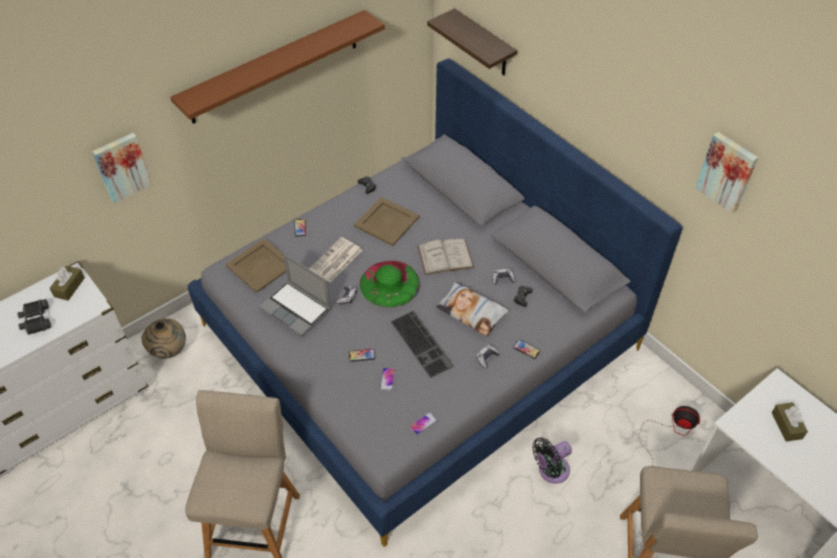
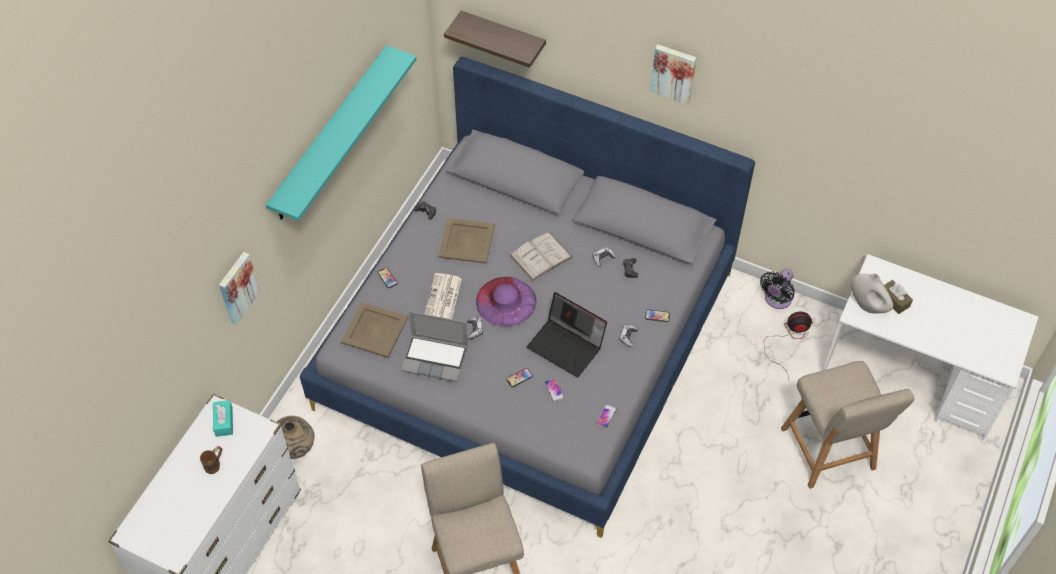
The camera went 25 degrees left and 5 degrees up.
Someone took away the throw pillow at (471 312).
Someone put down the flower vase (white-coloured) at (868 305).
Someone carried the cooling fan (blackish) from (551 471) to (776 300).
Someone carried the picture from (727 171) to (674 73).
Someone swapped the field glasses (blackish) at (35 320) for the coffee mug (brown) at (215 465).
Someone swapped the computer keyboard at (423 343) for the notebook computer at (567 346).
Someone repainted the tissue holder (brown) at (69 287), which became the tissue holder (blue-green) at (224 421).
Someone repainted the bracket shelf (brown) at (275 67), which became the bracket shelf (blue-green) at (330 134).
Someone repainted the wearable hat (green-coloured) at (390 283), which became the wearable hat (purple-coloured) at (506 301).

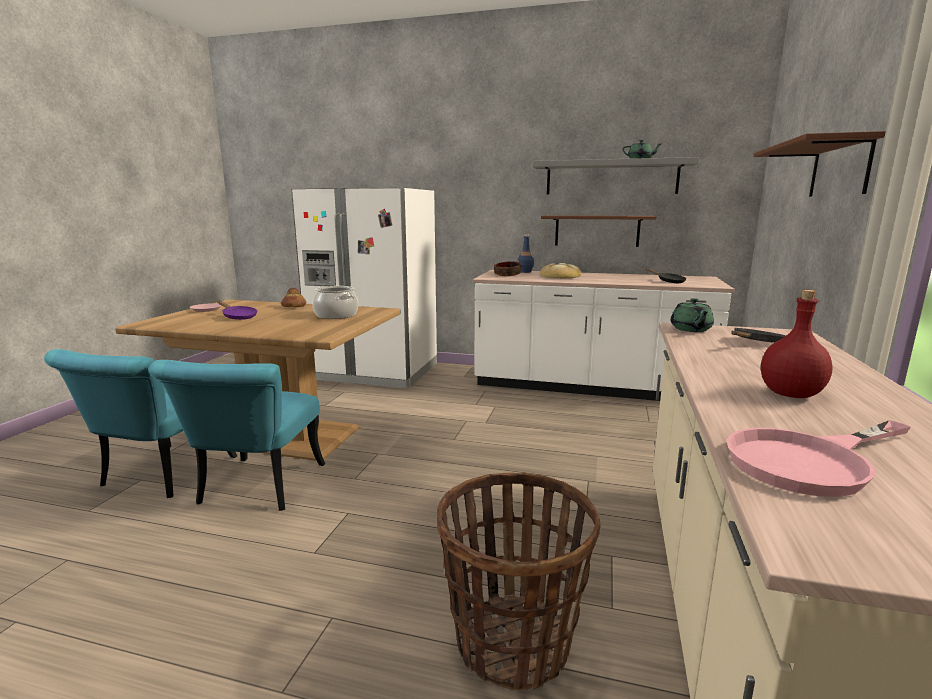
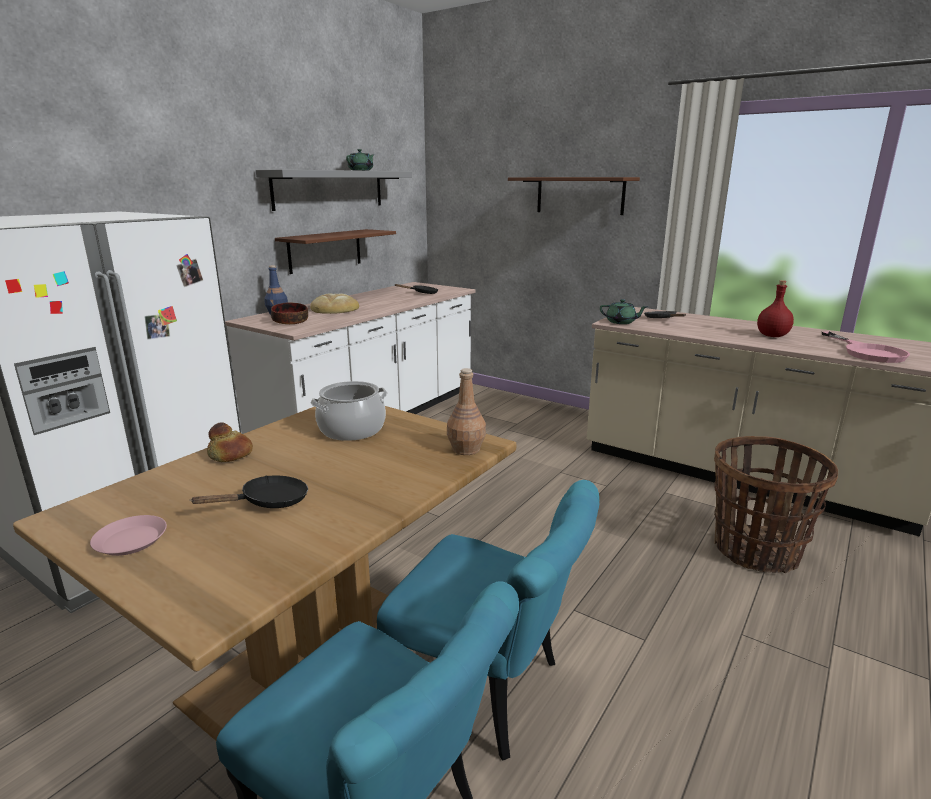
The camera went 70 degrees left and 5 degrees up.
Someone put down the drink bottle (brown) at (466 449).
Someone repainted the skillet (purple-coloured) at (238 317), which became the skillet (blackish) at (268 502).

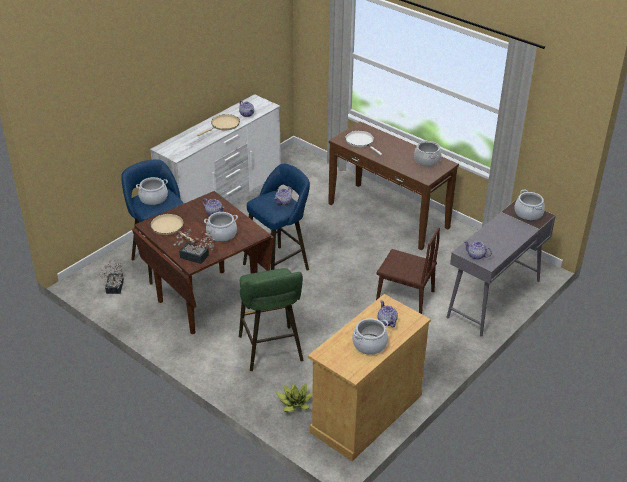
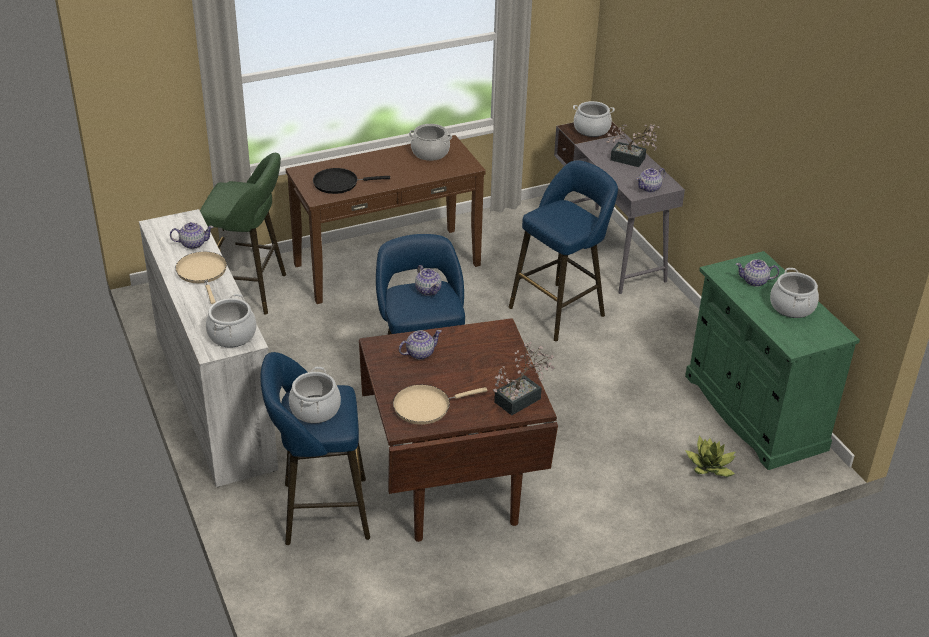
The camera went 65 degrees left and 0 degrees up.
Someone carried the plant in a pot from (114 288) to (631 160).
Someone carried the stockpot from (222 234) to (232 335).
Someone carried the stool seat (green-coloured) from (271 351) to (250 291).
Someone swapped the upright chair (brown) at (405 296) for the stool seat (blue-coloured) at (560 309).
Someone repainted the storage cabinet (sand-coloured) at (366 413), which became the storage cabinet (green-coloured) at (754 412).
Someone repainted the skillet (white-coloured) at (361 142), which became the skillet (blackish) at (339 183).

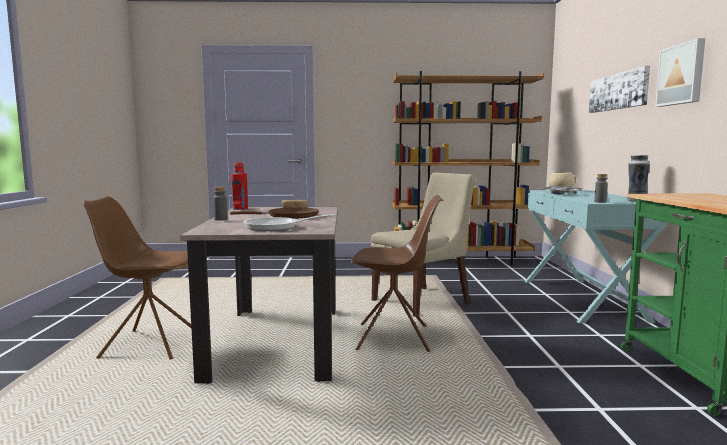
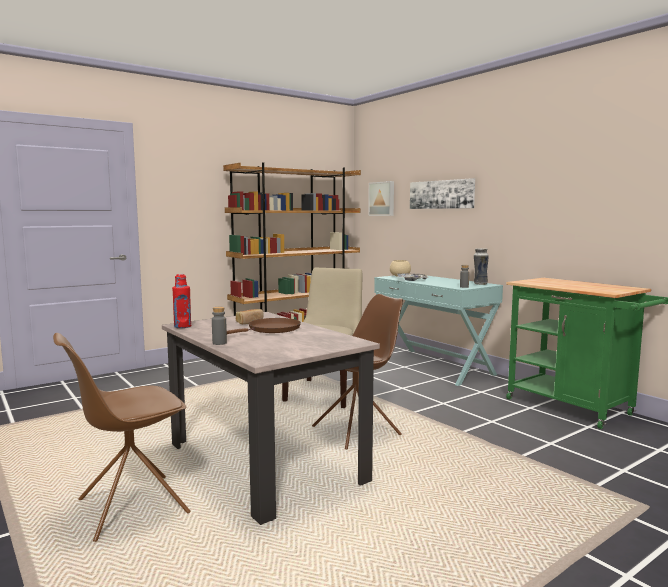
The camera went 35 degrees left and 0 degrees up.
Someone took away the skillet at (277 227).
Someone carried the picture from (682 74) to (382 199).

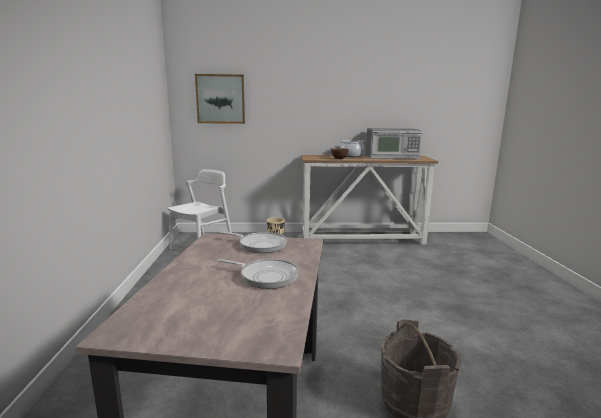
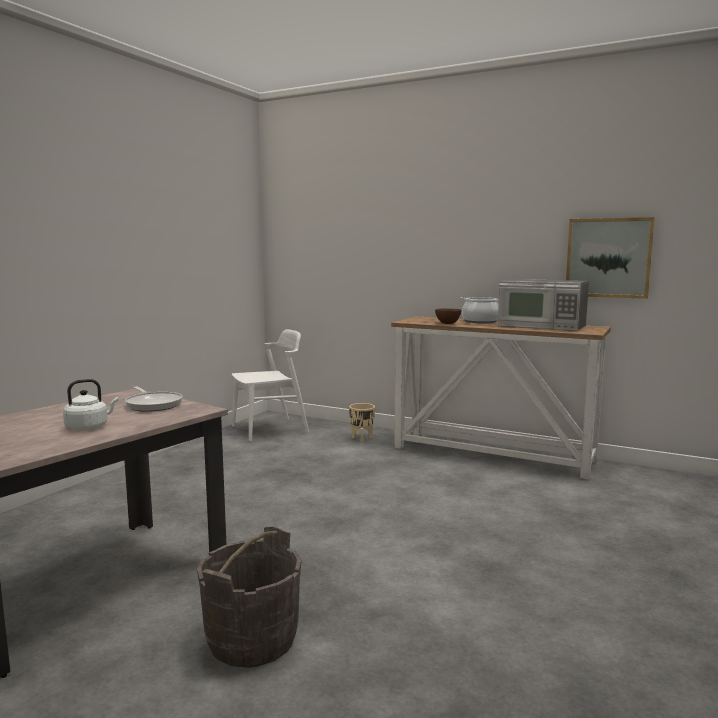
The camera went 30 degrees right and 5 degrees down.
Someone carried the picture from (220 99) to (608 258).
Someone swapped the skillet at (266 276) for the tea kettle (white-coloured) at (89 427).

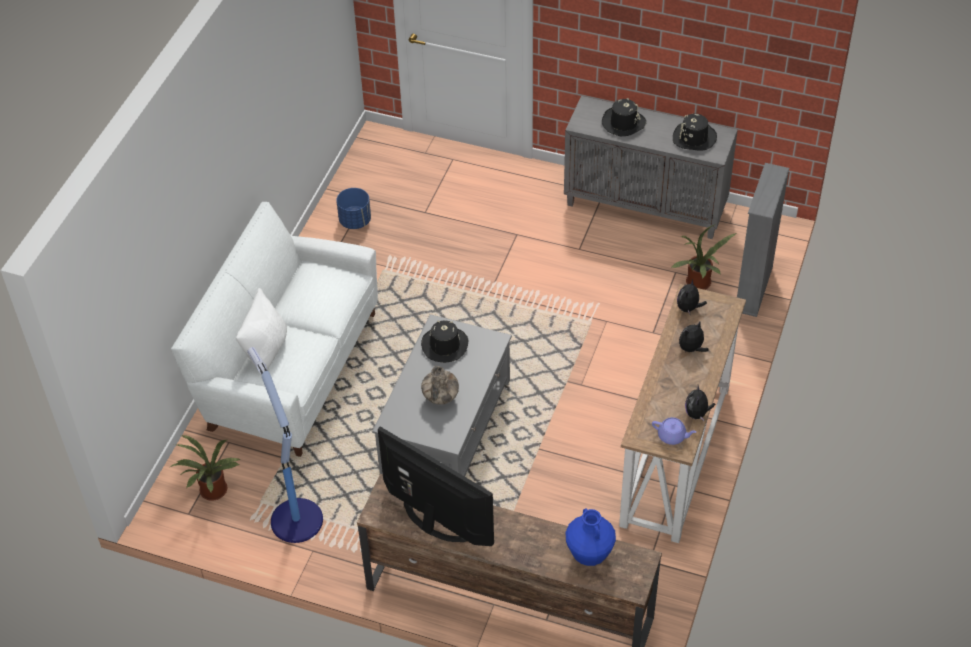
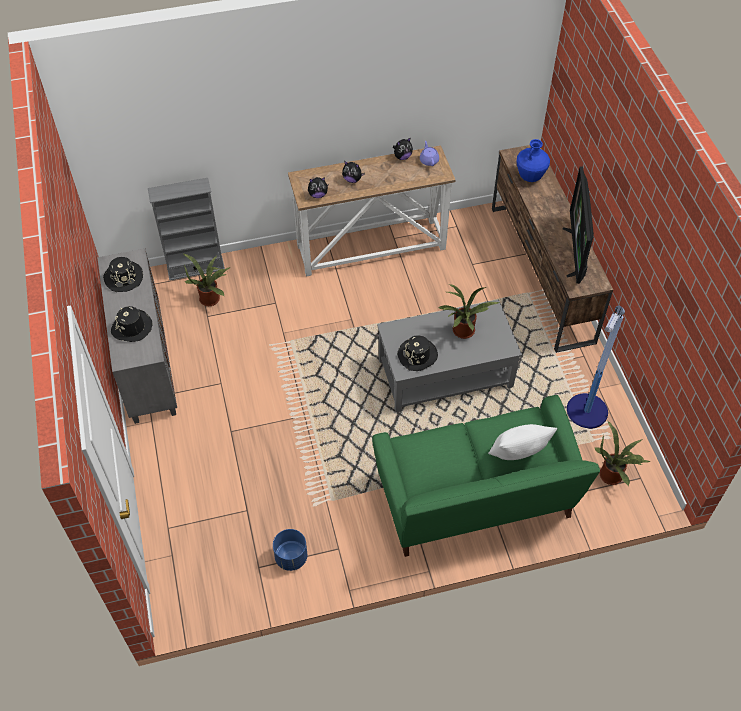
The camera went 125 degrees left and 5 degrees up.
Someone swapped the flower vase at (440 397) for the plant in a pot at (463 333).
Someone repainted the sofa (white-coloured) at (290 369), which became the sofa (green-coloured) at (475 499).

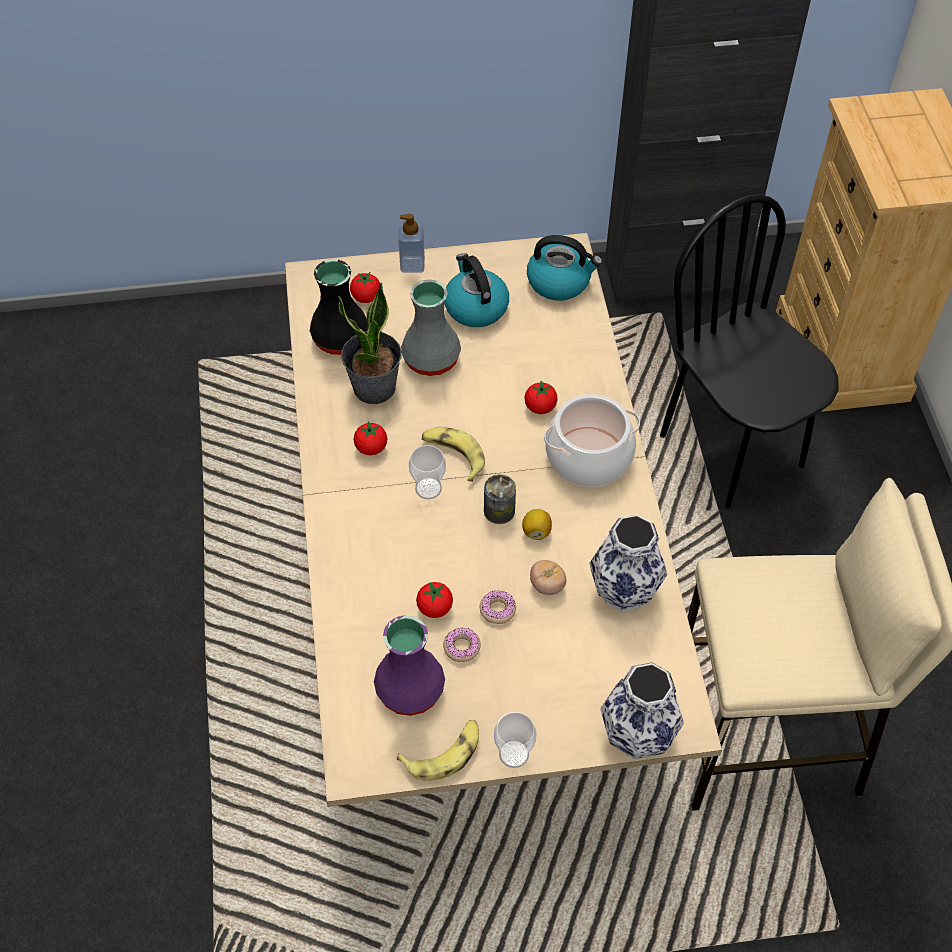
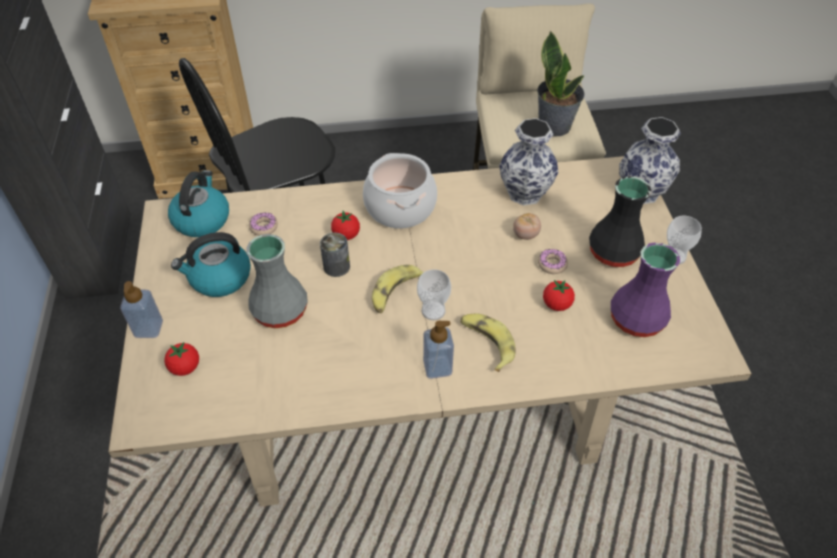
The camera went 90 degrees left and 5 degrees down.
Someone took away the whole tomato at (371 448).
Someone took away the citrus fruit at (536 531).
Someone put down the liquid soap bottle at (437 367).
Someone carried the flower vase (blackish) from (341 340) to (614 252).
Someone carried the plant in a pot from (375 388) to (554 126).
Someone carried the whole banana from (444 753) to (487 343).
Someone carried the doughnut from (462 647) to (264 227).
Someone carried the metal can from (499 511) to (336 266).

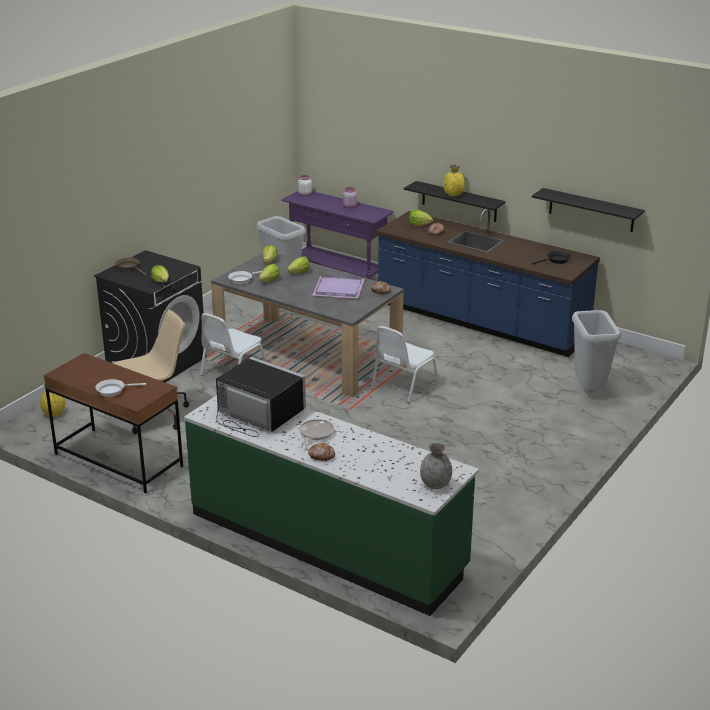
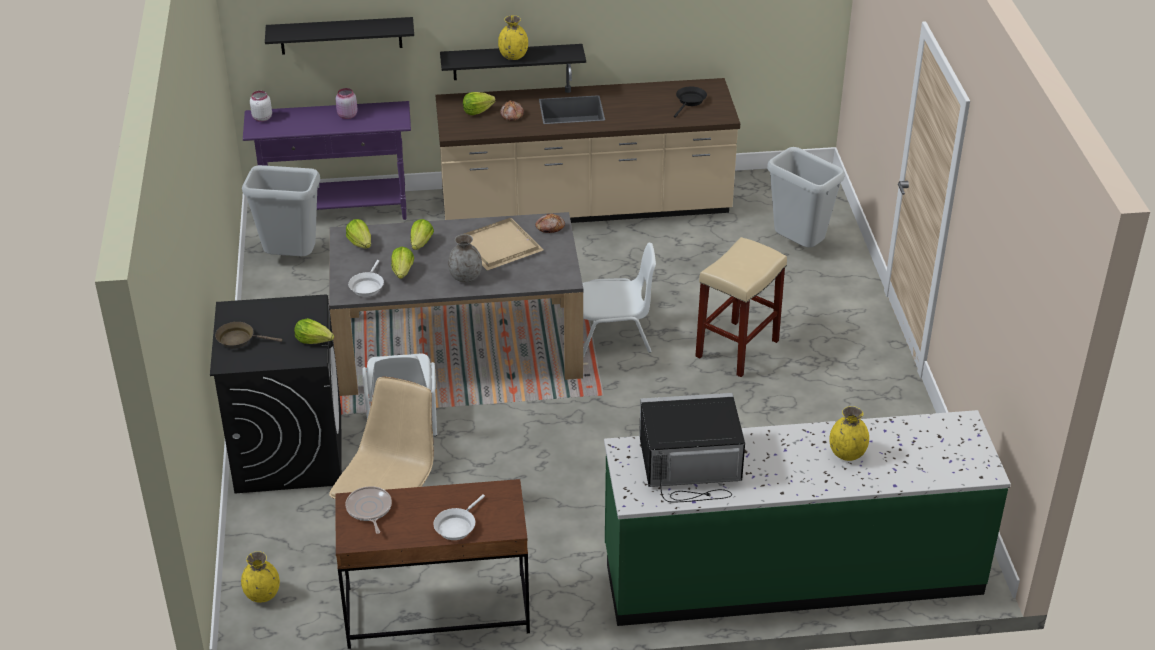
The camera went 40 degrees left and 10 degrees up.
Someone took away the bread at (321 455).
Someone put down the stool seat (sand-coloured) at (737 349).
Someone put down the flower vase (yellow) at (847 453).
Someone carried the skillet from (315 434) to (369 509).
Someone carried the flower vase (grey) from (435 484) to (465 277).
Someone carried the bracket shelf (blackish) from (591 210) to (341 35).
Someone repainted the serving tray (purple-coloured) at (339 289), which became the serving tray (sand-coloured) at (501 246).
Someone repainted the counter (blue-coloured) at (480 321), which became the counter (sand-coloured) at (585 207).
Someone rotated the upright chair (white-coloured) at (403 386) by 90 degrees counterclockwise.

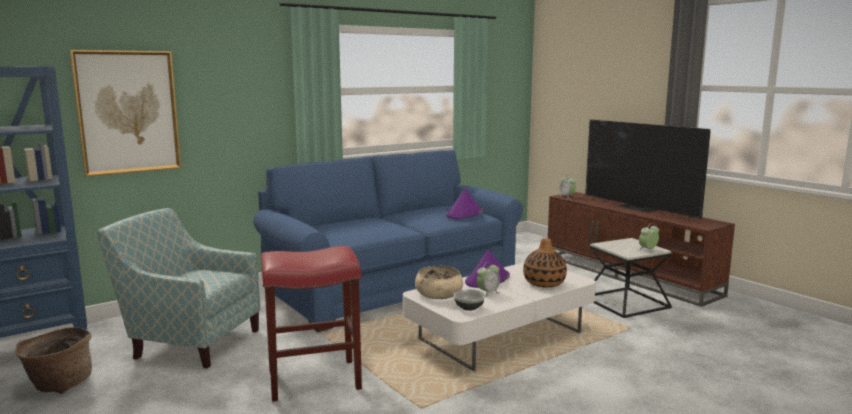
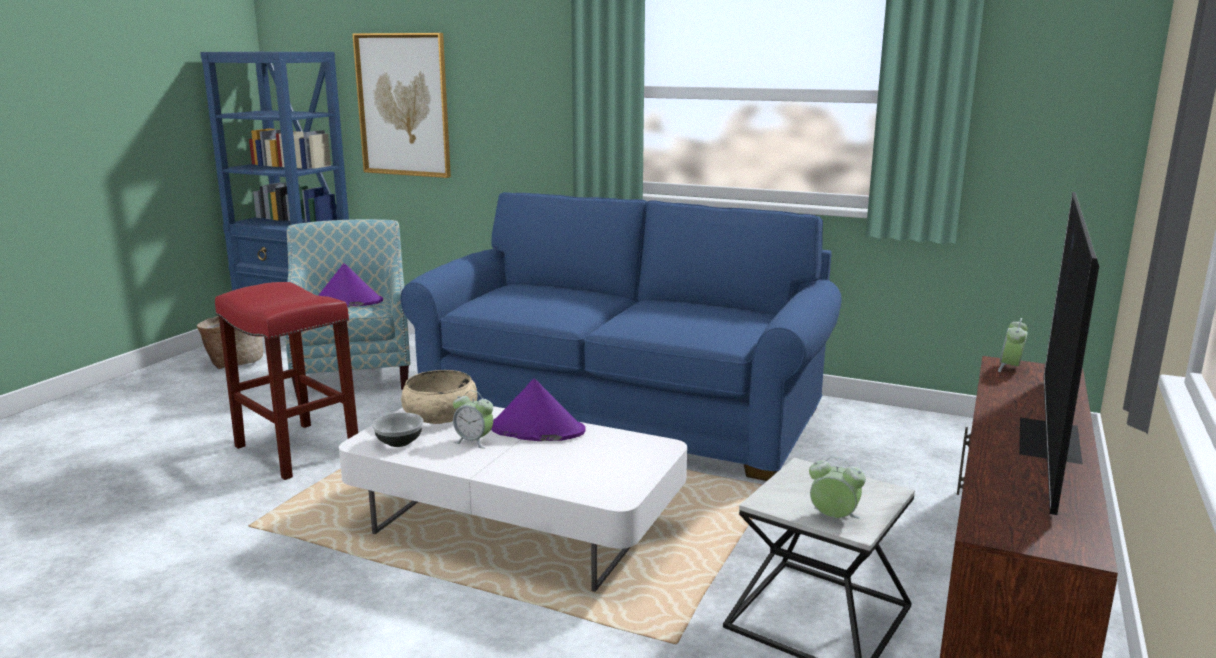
The camera went 60 degrees right and 5 degrees up.
Someone took away the flower vase at (544 283).
Someone carried the wearable hat (purple-coloured) from (464 214) to (348 301).

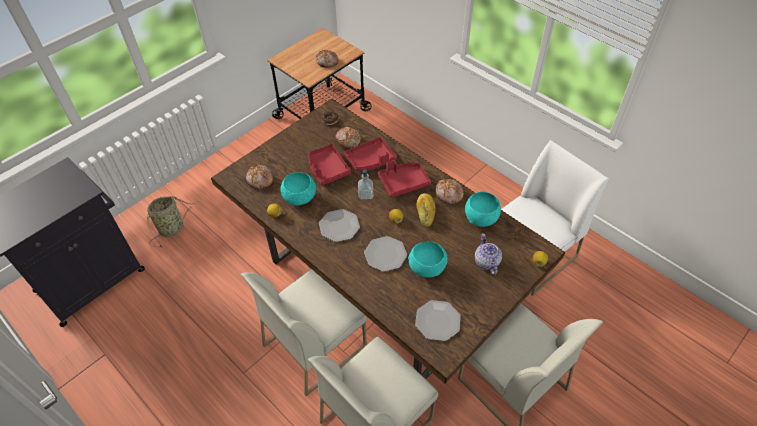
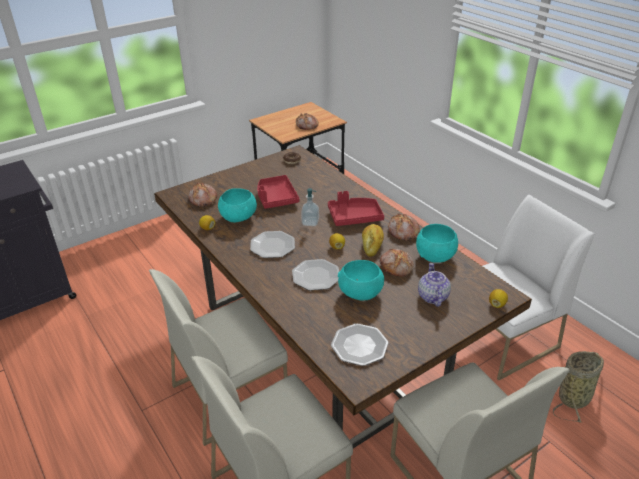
The camera went 10 degrees right and 15 degrees down.
Someone took away the serving tray (reddish) at (370 160).
Someone carried the household basket from (173 228) to (575 397).
Someone carried the bread from (348 140) to (396 266).

